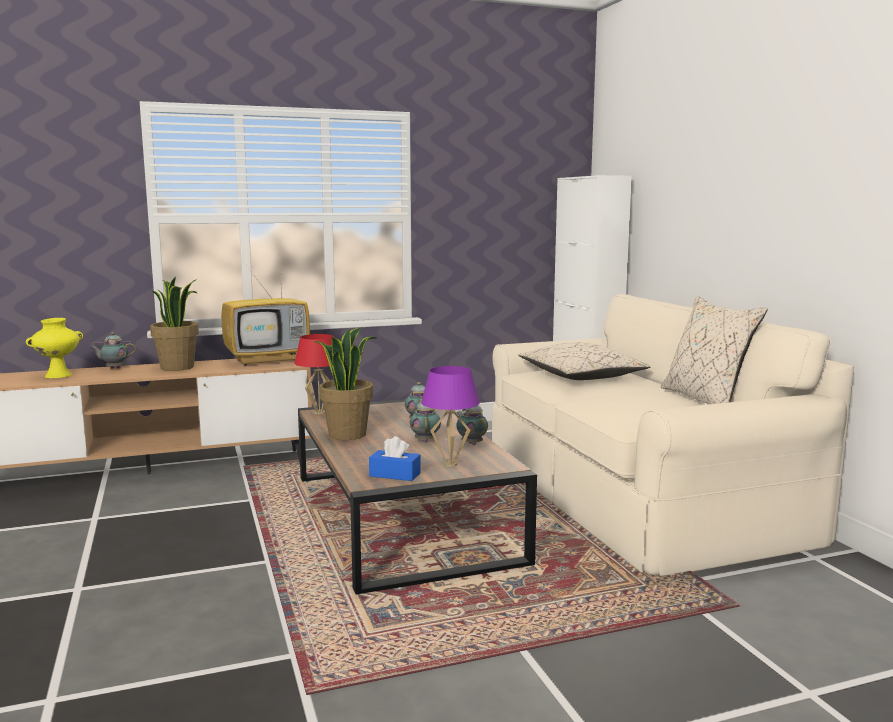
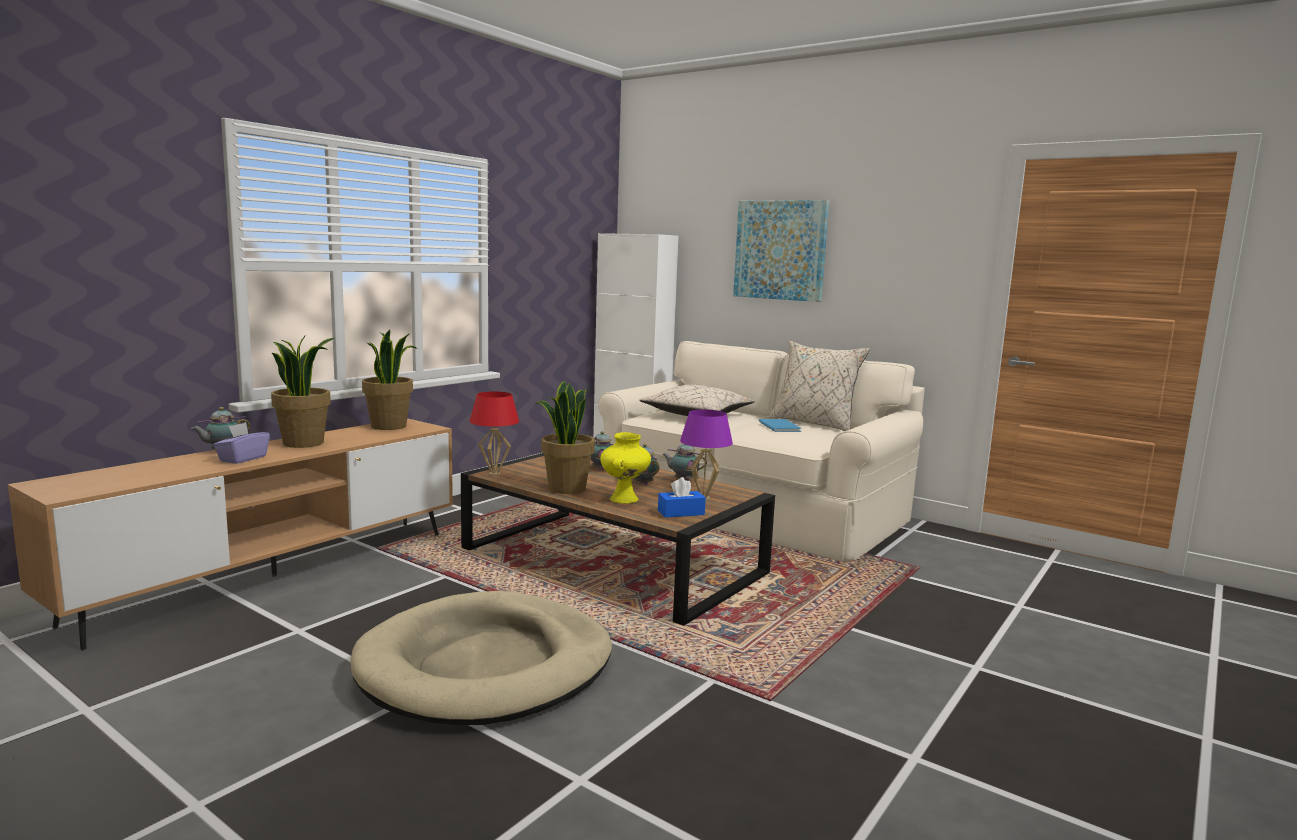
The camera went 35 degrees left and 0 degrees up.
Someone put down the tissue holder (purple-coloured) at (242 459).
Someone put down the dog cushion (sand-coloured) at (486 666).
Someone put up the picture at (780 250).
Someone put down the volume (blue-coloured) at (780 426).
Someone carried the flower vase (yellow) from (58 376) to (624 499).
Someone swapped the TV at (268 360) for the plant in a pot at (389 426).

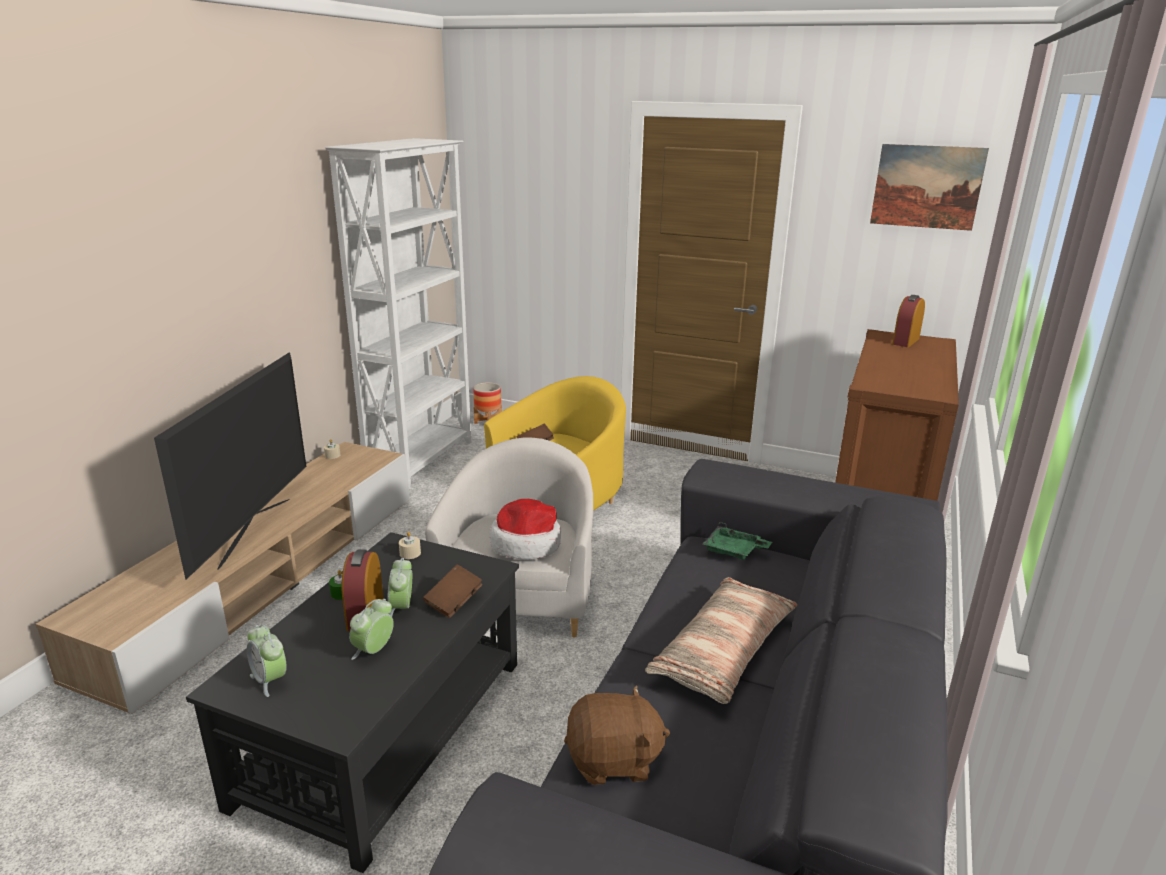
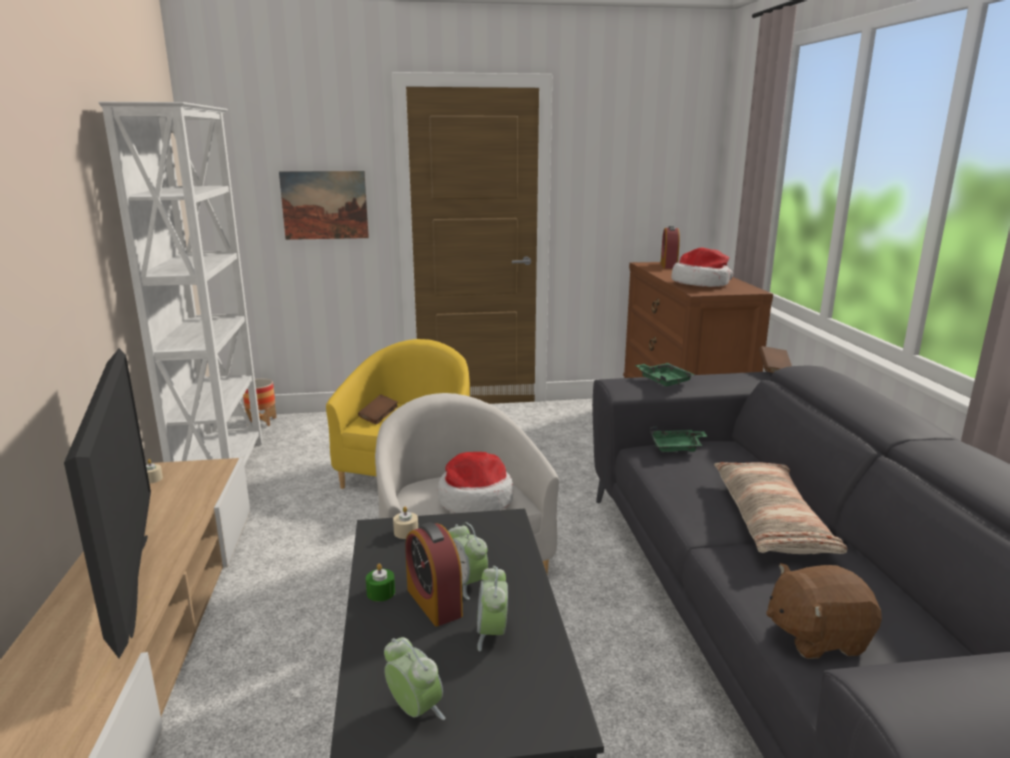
The camera went 30 degrees left and 5 degrees down.
Someone put down the serving tray (green-coloured) at (663 380).
Someone put down the wearable hat at (701 284).
Someone carried the volume (brown) from (453 602) to (774 370).
Someone carried the picture from (927 187) to (324 205).
Someone rotated the table clock at (270 680) by 150 degrees counterclockwise.
Someone rotated the soft toy (brown) at (613 761) by 150 degrees counterclockwise.

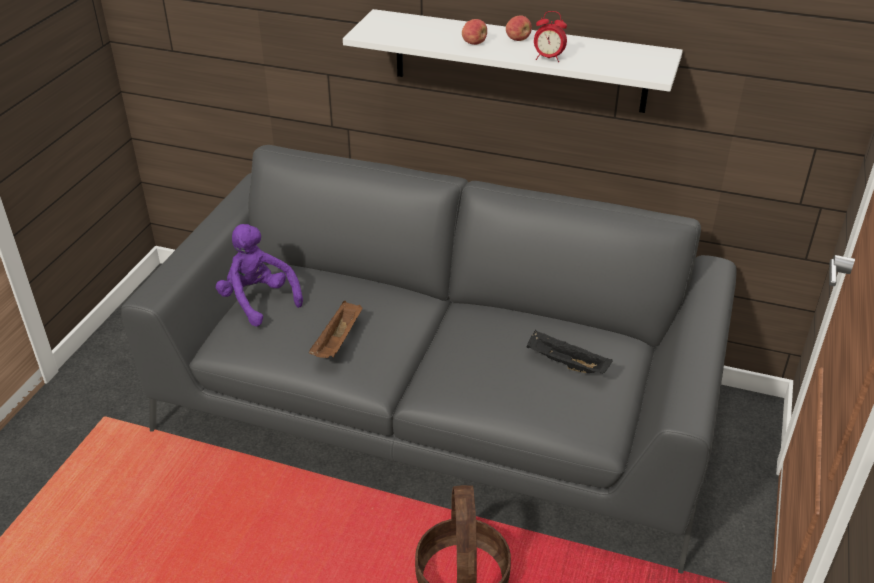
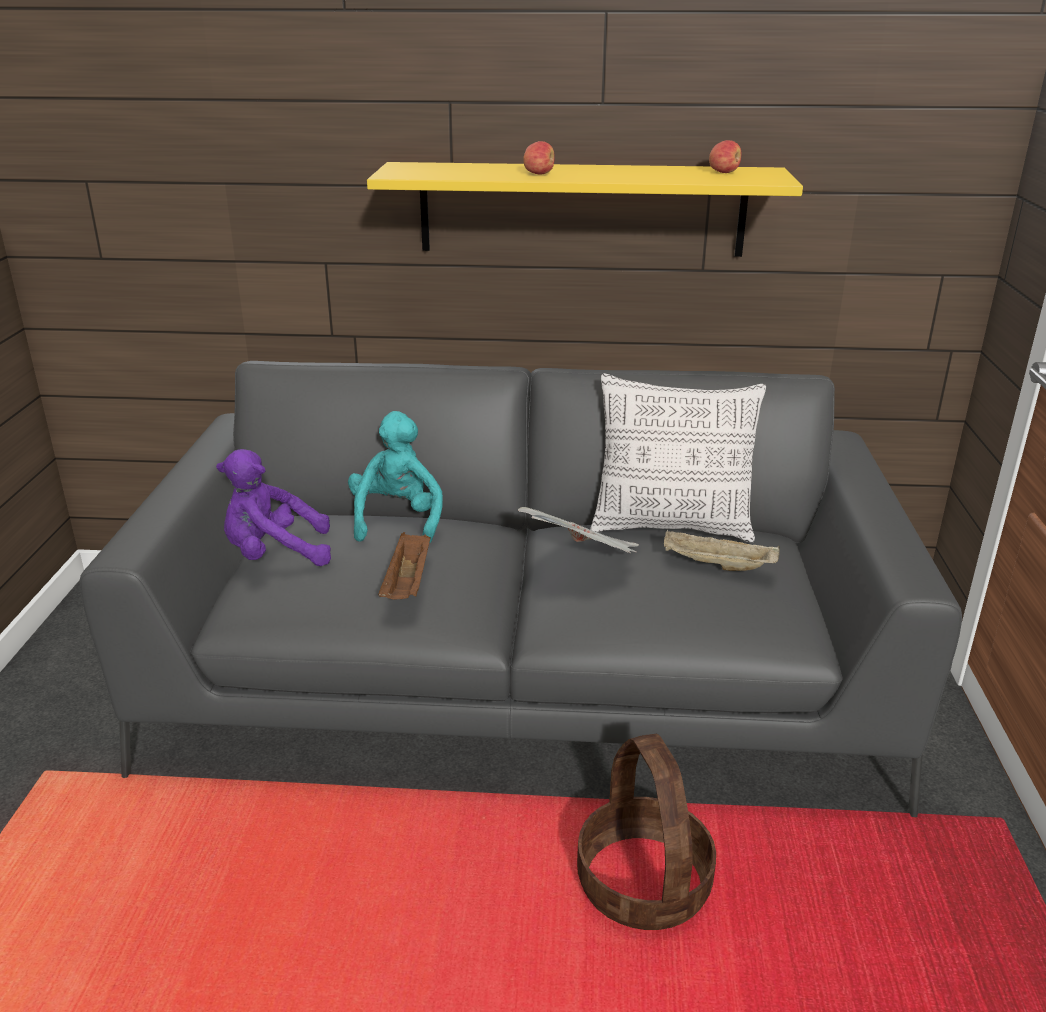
The camera went 15 degrees left and 10 degrees down.
Someone took away the table clock at (548 58).
Someone put down the soft toy (blue-green) at (397 520).
Someone put down the newspaper at (582 559).
Someone put down the throw pillow at (671 526).
Someone carried the apple fruit from (518 39) to (724 172).
Someone repainted the bracket shelf (white-coloured) at (519 61), which became the bracket shelf (yellow) at (582 209).
Someone repainted the serving tray (blackish) at (565 364), which became the serving tray (sand-coloured) at (716 566).
Someone rotated the soft toy (purple-coloured) at (258 300) by 45 degrees counterclockwise.

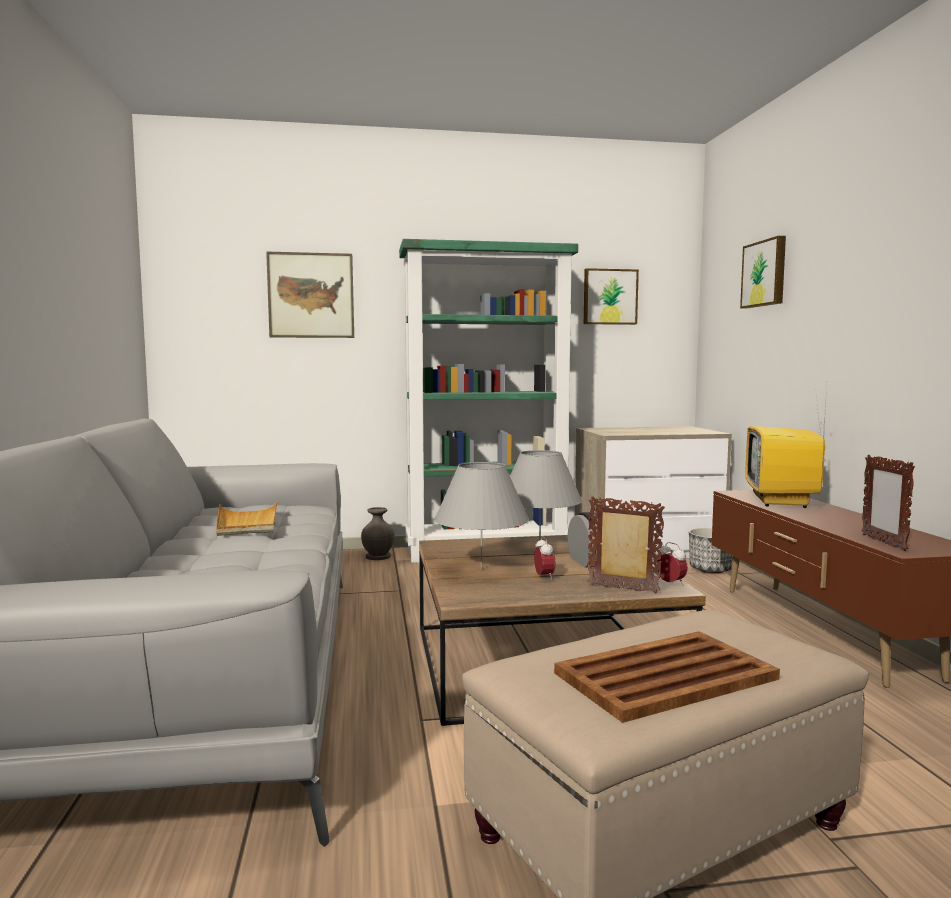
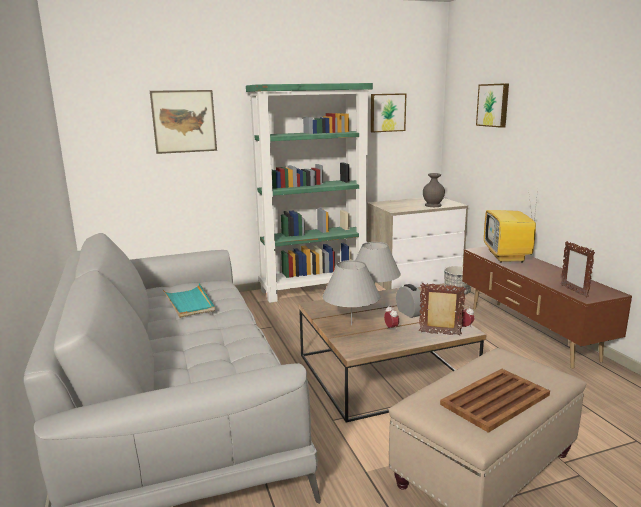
The camera went 10 degrees left and 10 degrees up.
Someone carried the flower vase (grey) from (378 556) to (433 205).
Someone repainted the serving tray (sand-coloured) at (247 522), which became the serving tray (blue-green) at (189 303).

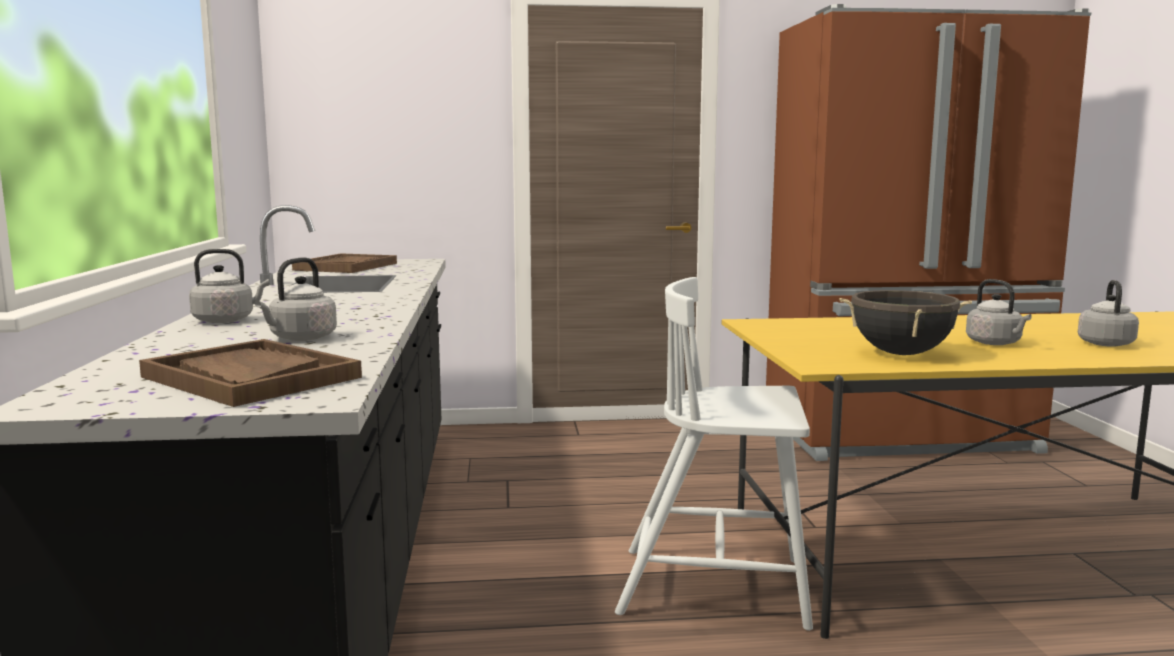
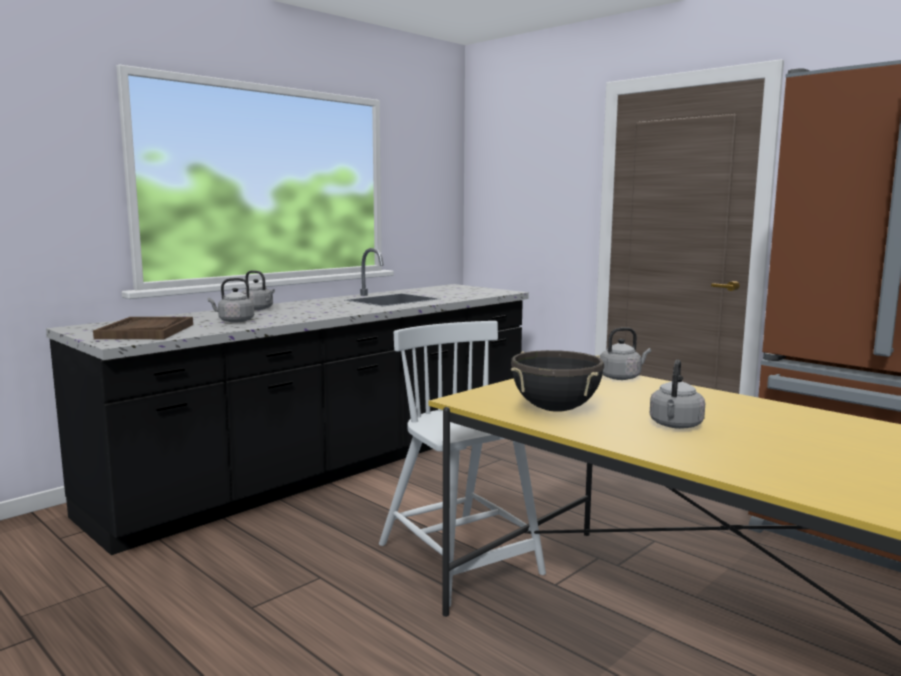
The camera went 50 degrees right and 0 degrees up.
Someone took away the serving tray (brown) at (346 266).
Someone carried the tea kettle (grey) from (1105 343) to (621 377).

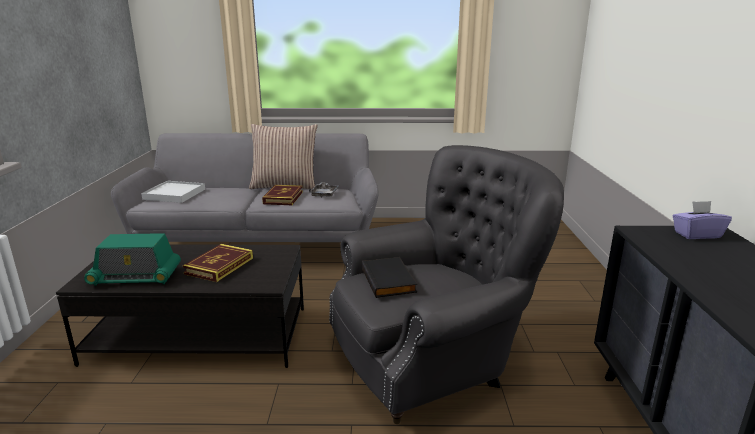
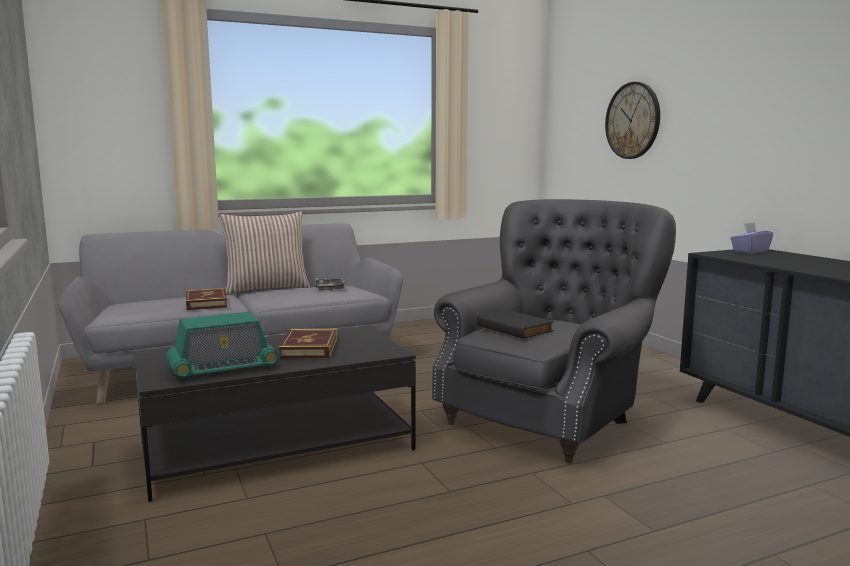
The camera went 25 degrees left and 10 degrees down.
Someone took away the serving tray (white-coloured) at (174 194).
Someone put up the clock on the wall at (633 120).
Someone carried the volume from (283 198) to (206 303).

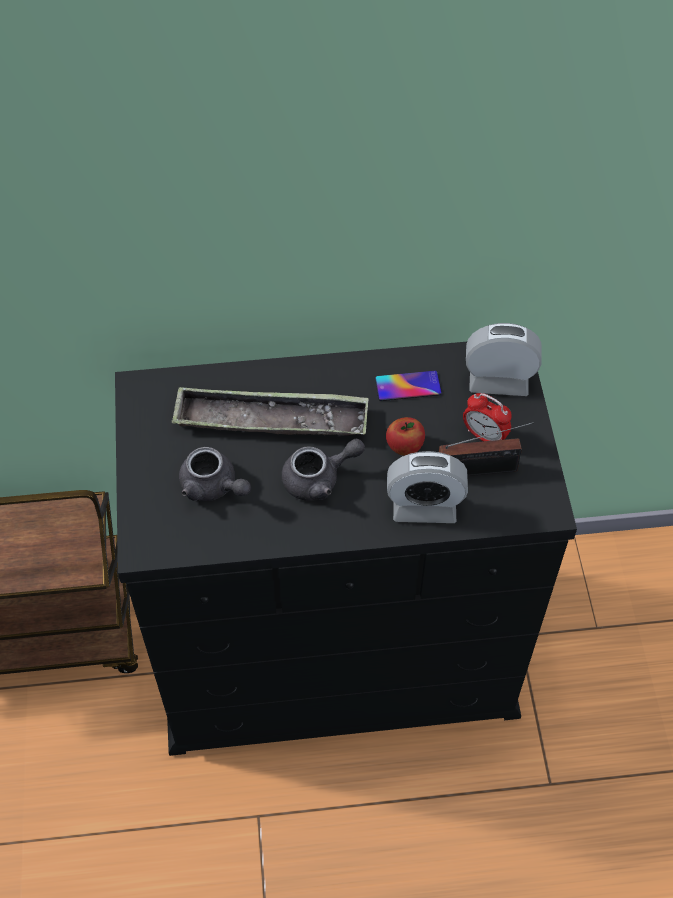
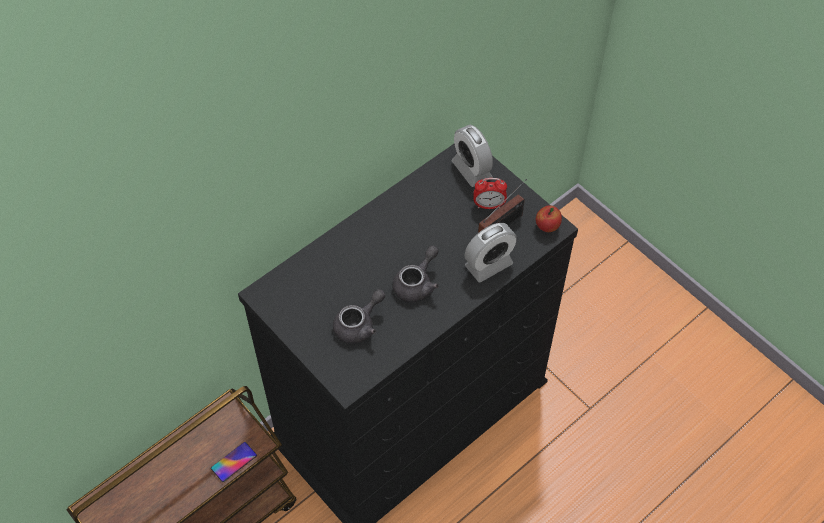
The camera went 35 degrees left and 0 degrees up.
Someone took away the serving tray at (271 419).
Someone carried the telephone from (408 386) to (234 462).
Someone carried the apple fruit from (404 447) to (547 227).
Someone rotated the teapot (grey) at (213 487) by 45 degrees counterclockwise.
Someone rotated the table clock at (498 381) by 90 degrees counterclockwise.

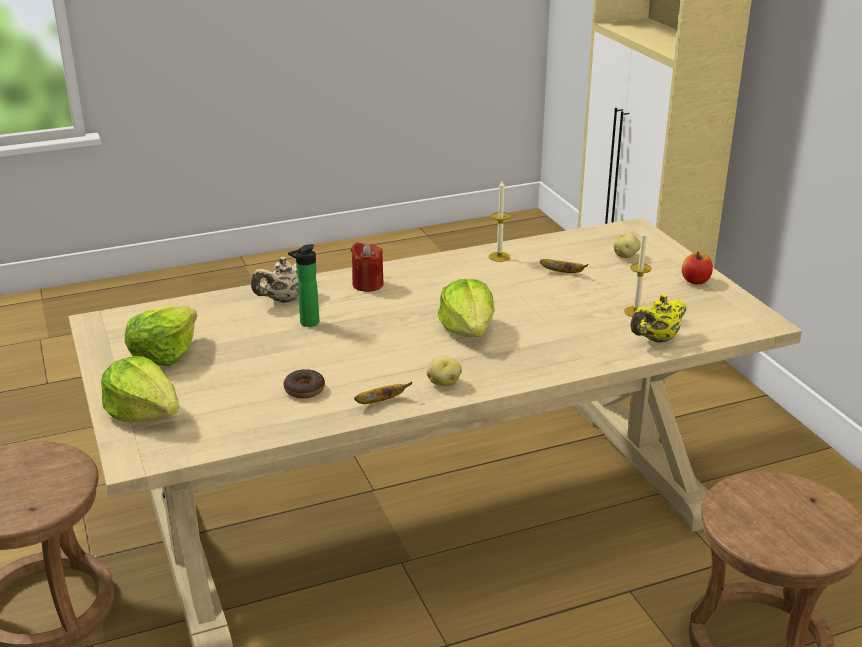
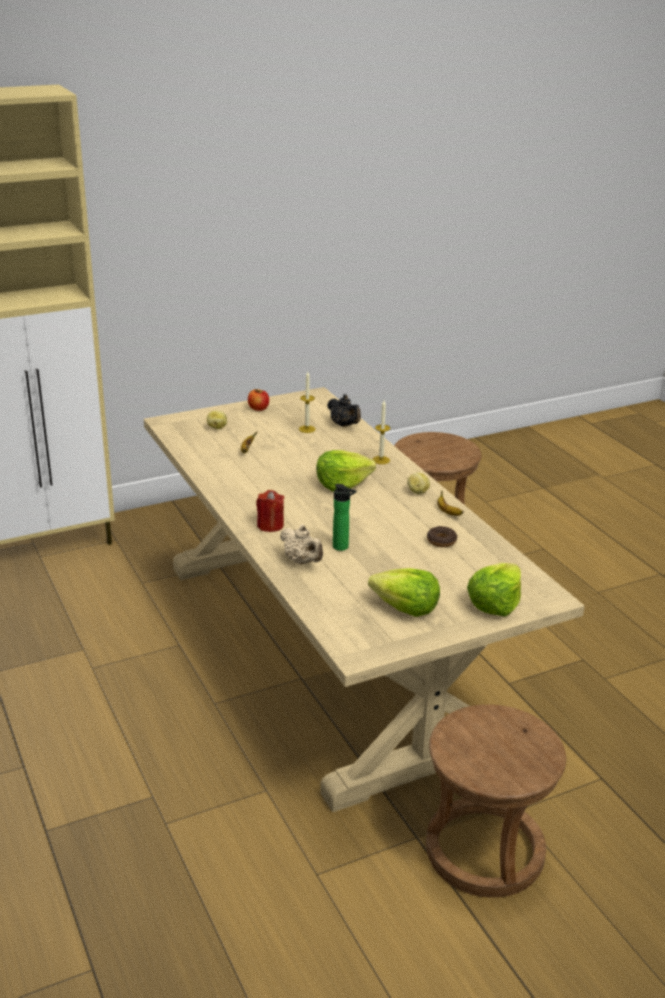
The camera went 95 degrees left and 0 degrees up.
Someone carried the wax candle from (499 257) to (381 460).
Someone repainted the teapot (yellow) at (656 339), which became the teapot (blackish) at (344 425).

